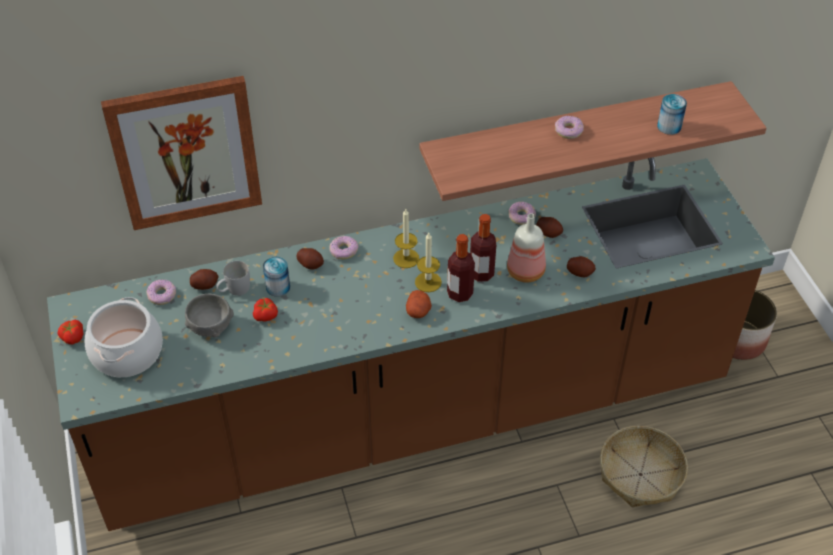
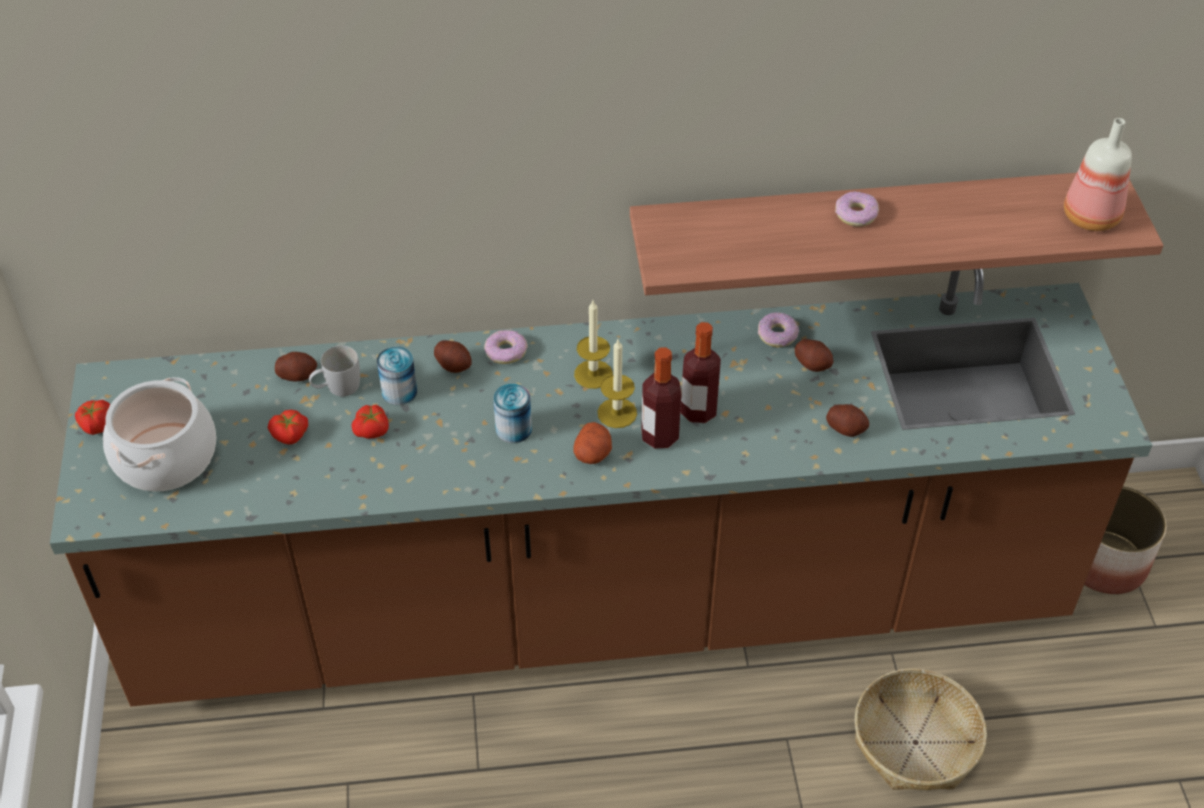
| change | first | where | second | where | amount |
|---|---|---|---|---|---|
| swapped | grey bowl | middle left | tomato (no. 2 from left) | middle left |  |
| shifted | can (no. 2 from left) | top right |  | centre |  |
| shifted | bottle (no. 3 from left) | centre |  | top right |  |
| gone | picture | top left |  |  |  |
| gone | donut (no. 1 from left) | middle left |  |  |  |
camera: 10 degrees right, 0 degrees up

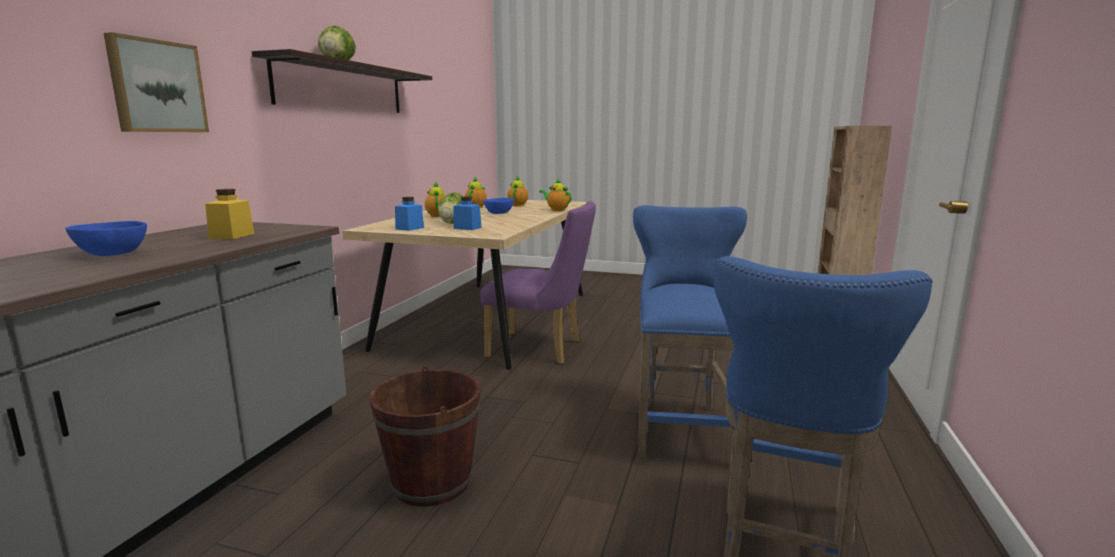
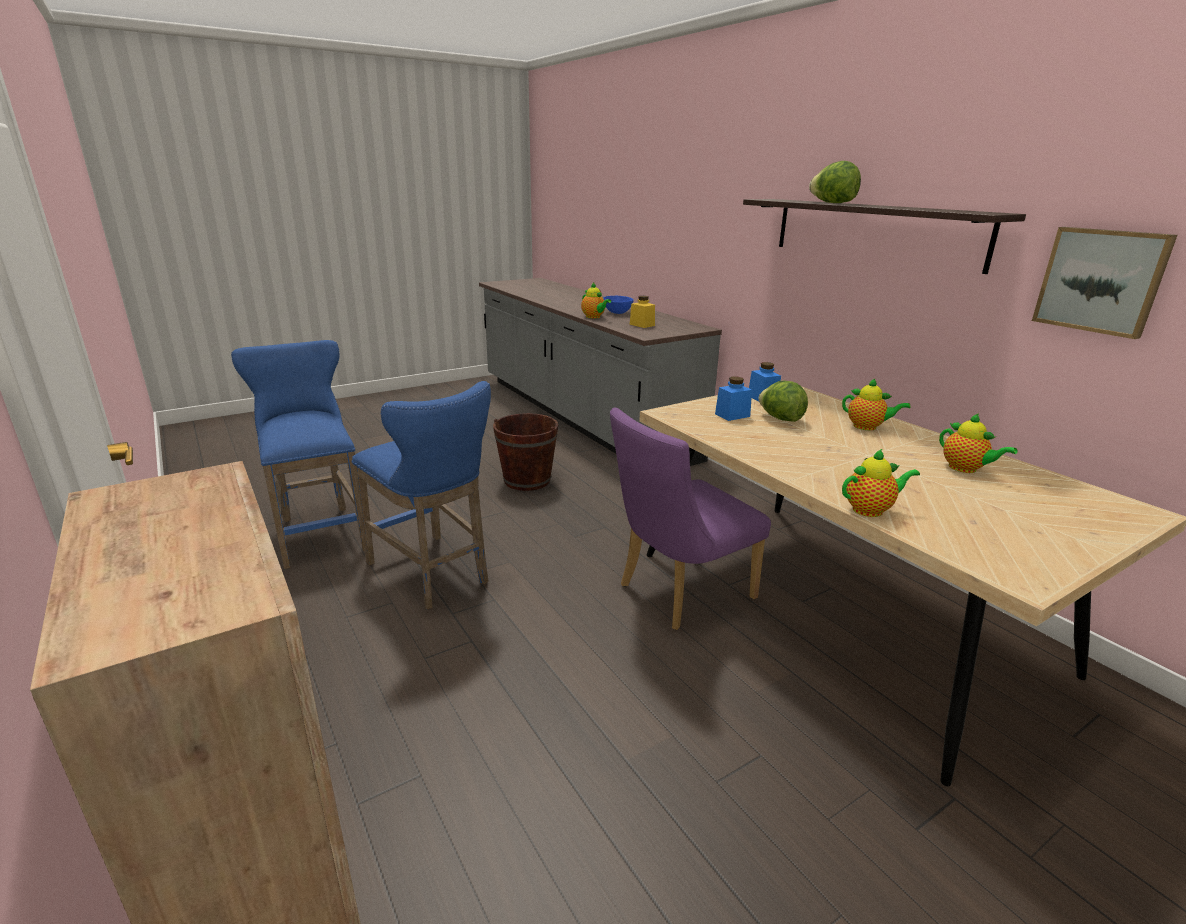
| change | first | where | second | where | amount |
|---|---|---|---|---|---|
| shifted | teapot (no. 3 from left in the first image) | centre | teapot (no. 1 from left) | top centre |  |
| shifted | picture | top left |  | top right |  |
| gone | blue bowl (no. 2 from left) | centre |  |  |  |
camera: 130 degrees right, 10 degrees up

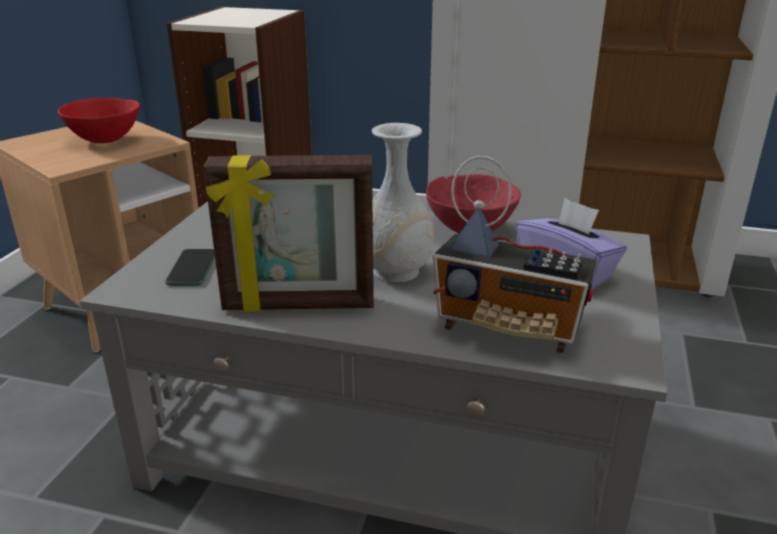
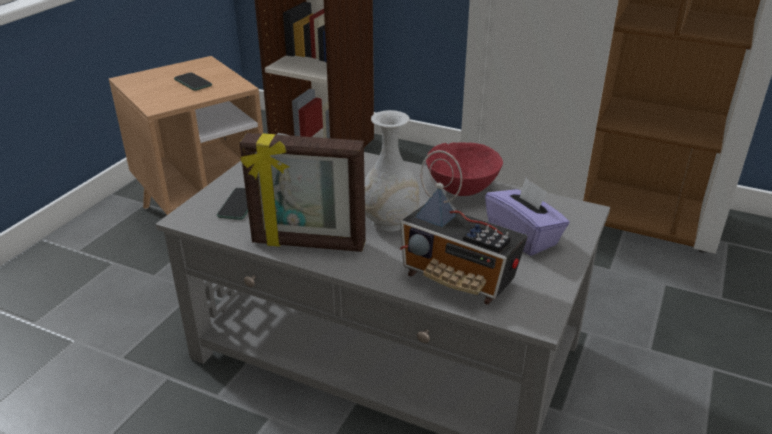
| change | first | where | second | where | amount |
|---|---|---|---|---|---|
| swapped | red bowl (no. 1 from left) | top left | phone (no. 1 from left) | top left |  |
camera: 10 degrees right, 5 degrees up

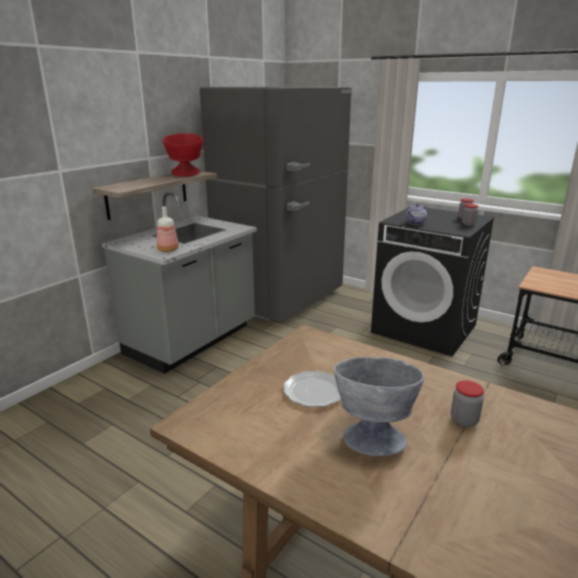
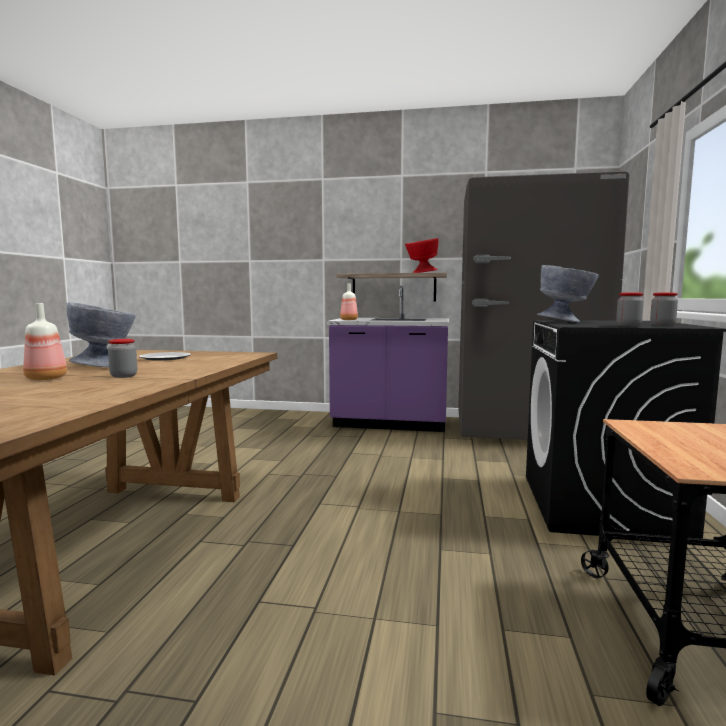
| change | first | where | second | where | amount |
|---|---|---|---|---|---|
| new |  |  | bottle (no. 1 from left) | middle left |  |
| repainted | grey counter | middle left | purple counter | centre |  |
| swapped | teapot | middle right | grey bowl (no. 2 from left) | middle right |  |
camera: 65 degrees right, 15 degrees down

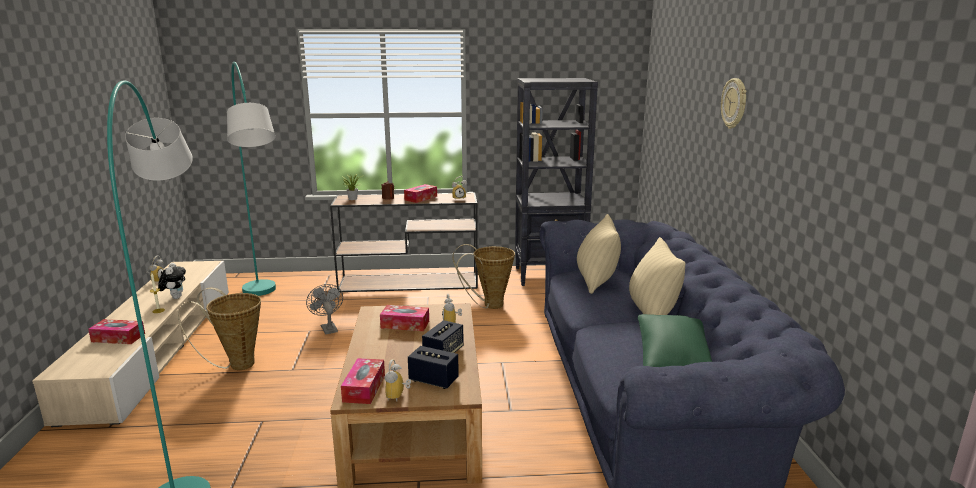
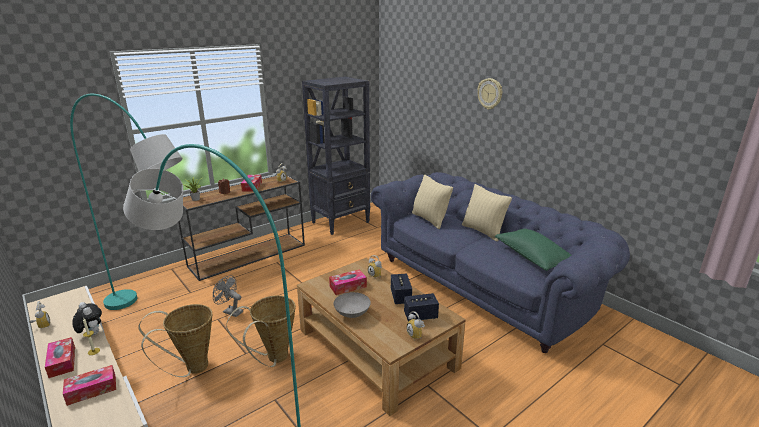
| change | first | where | second | where | amount |
|---|---|---|---|---|---|
| shifted | tissue box (no. 2 from left in the first image) | bottom centre | tissue box (no. 1 from left) | bottom left |  |
| shifted | basket (no. 2 from left) | centre |  | bottom centre |  |
| new |  |  | grey bowl | bottom centre |  |
camera: 35 degrees left, 5 degrees up

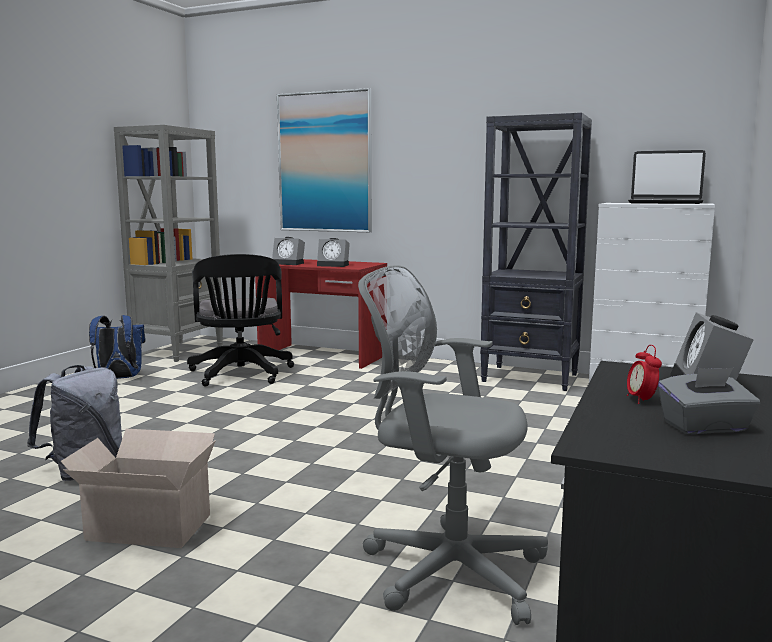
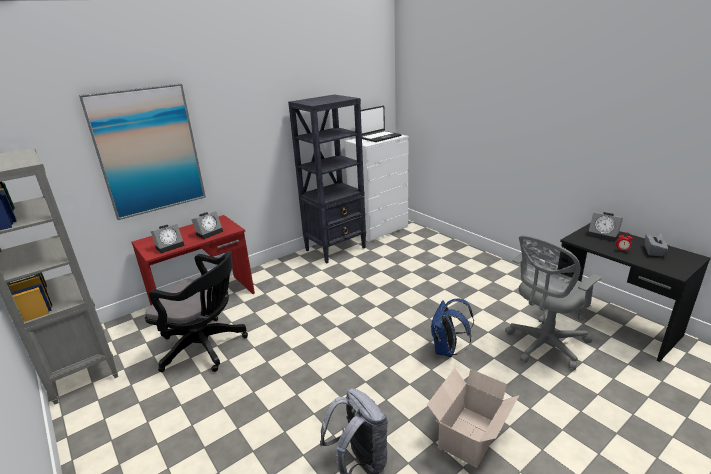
| change | first | where | second | where | amount |
|---|---|---|---|---|---|
| shifted | blue backpack | middle left |  | bottom centre |  |
camera: 60 degrees left, 15 degrees up

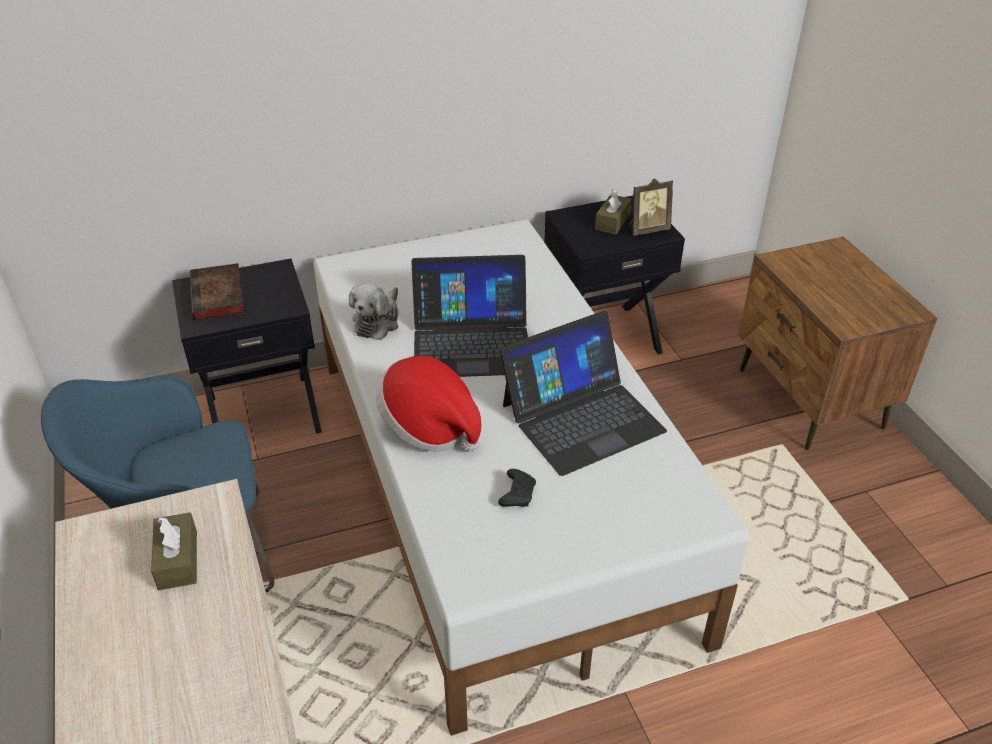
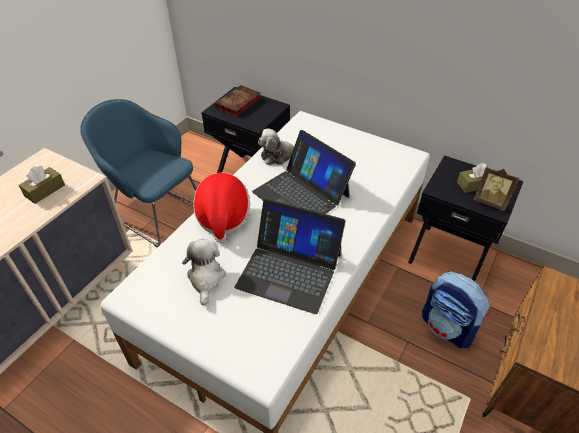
| change | first | where | second | where | amount |
|---|---|---|---|---|---|
| swapped | black game controller | centre | plush toy (no. 1 from left) | centre |  |
| new |  |  | backpack | bottom right |  |
camera: 50 degrees right, 5 degrees up

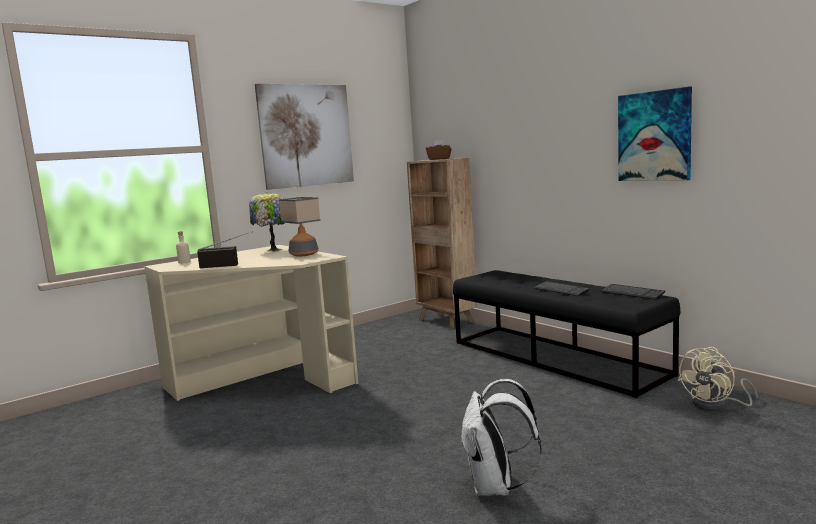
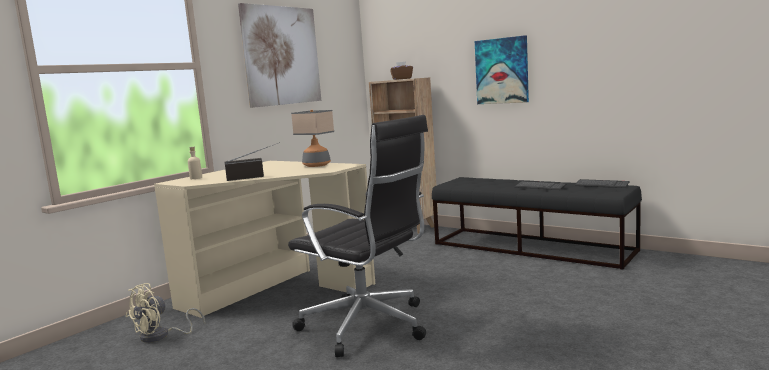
| change | first | where | second | where | amount |
|---|---|---|---|---|---|
| shifted | beige fan | bottom right |  | bottom left |  |
| new |  |  | black office chair | centre |  |
| shifted | picture (no. 2 from left) | top right |  | top centre |  |
| gone | table lamp (no. 1 from left) | middle left |  |  |  |
| gone | white backpack | bottom centre |  |  |  |
camera: 15 degrees left, 0 degrees up

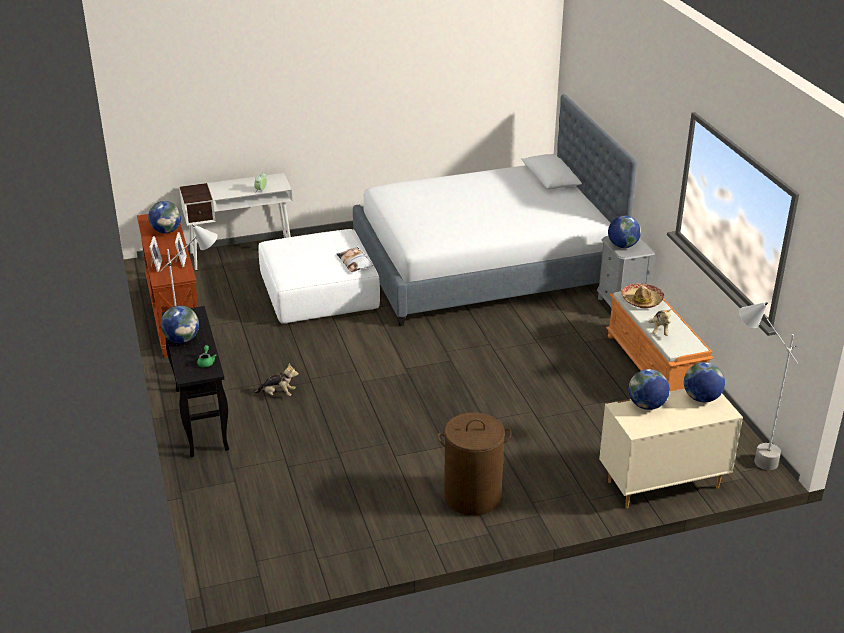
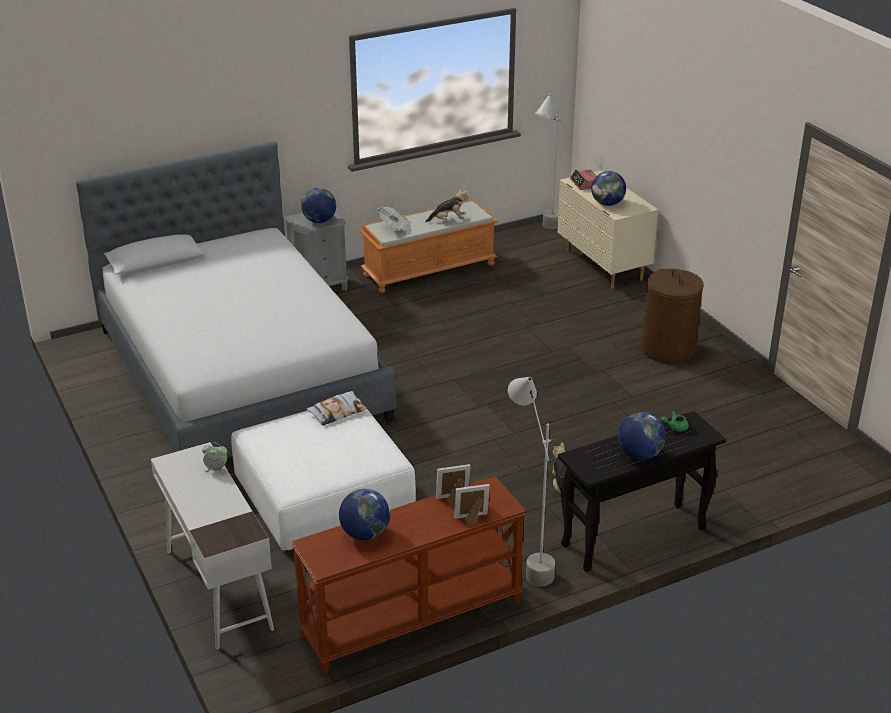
| change | first | where | second | where | amount |
|---|---|---|---|---|---|
| swapped | hat | middle right | newspaper | top centre |  |
| swapped | globe (no. 5 from left) | middle right | alarm clock (no. 2 from left) | top centre |  |
camera: 100 degrees left, 0 degrees up

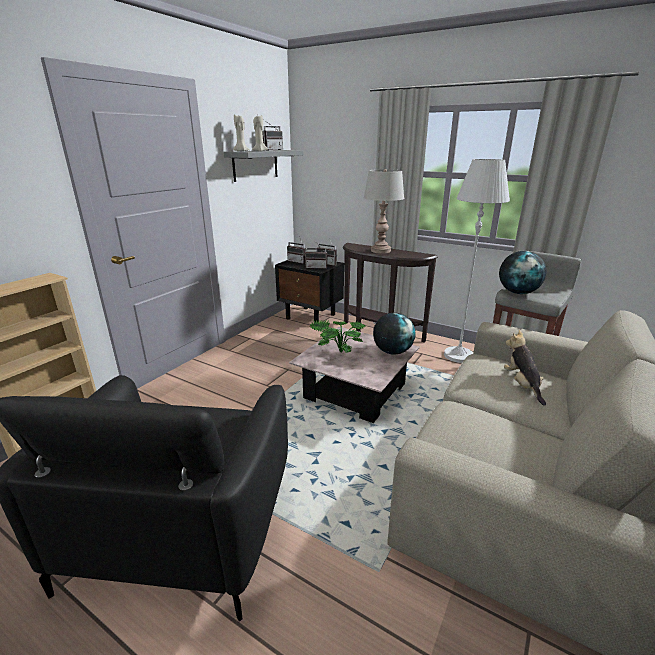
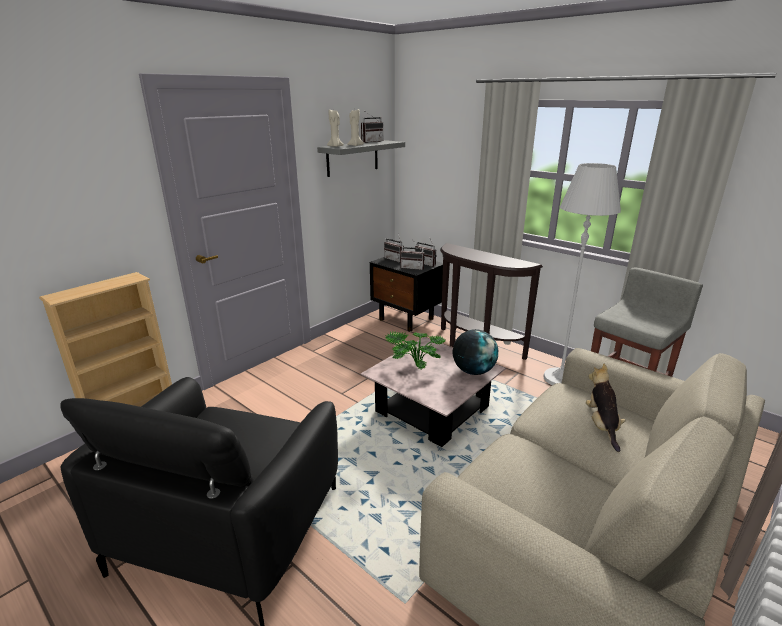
| change | first | where | second | where | amount |
|---|---|---|---|---|---|
| gone | grey table lamp | top centre |  |  |  |
| gone | globe (no. 2 from left) | middle right |  |  |  |
camera: 10 degrees right, 0 degrees up

